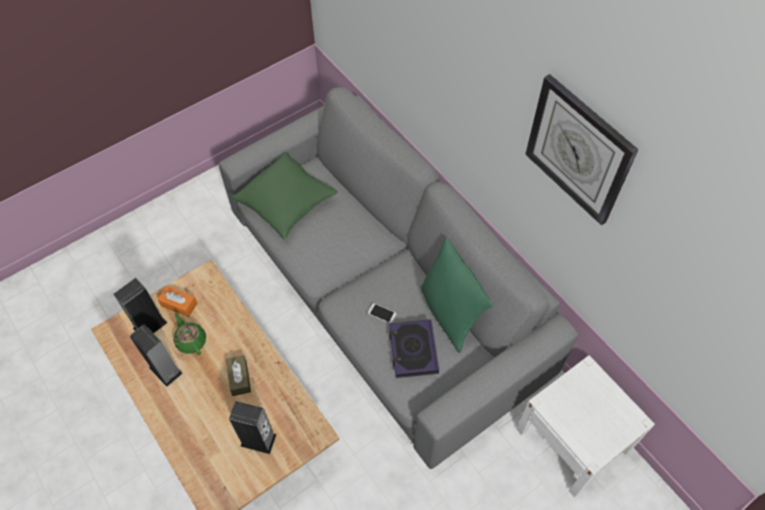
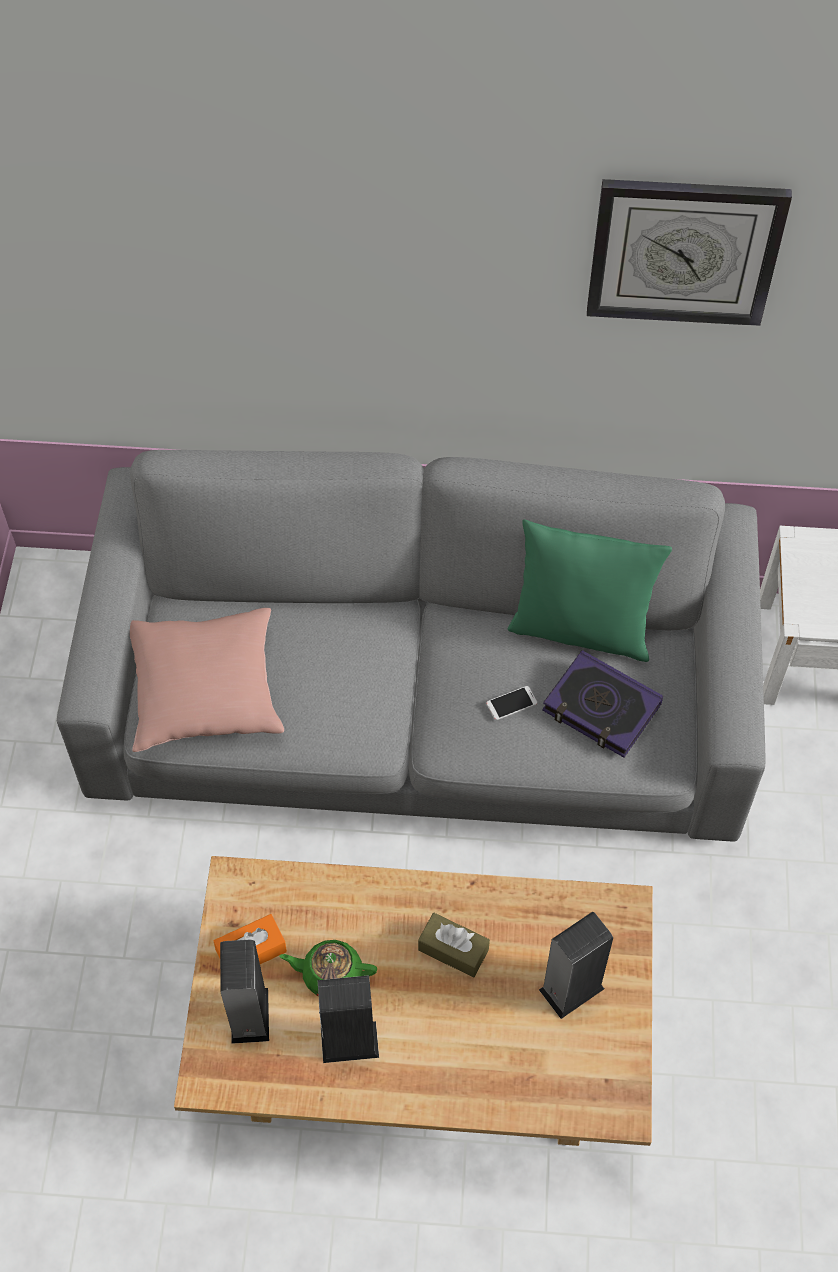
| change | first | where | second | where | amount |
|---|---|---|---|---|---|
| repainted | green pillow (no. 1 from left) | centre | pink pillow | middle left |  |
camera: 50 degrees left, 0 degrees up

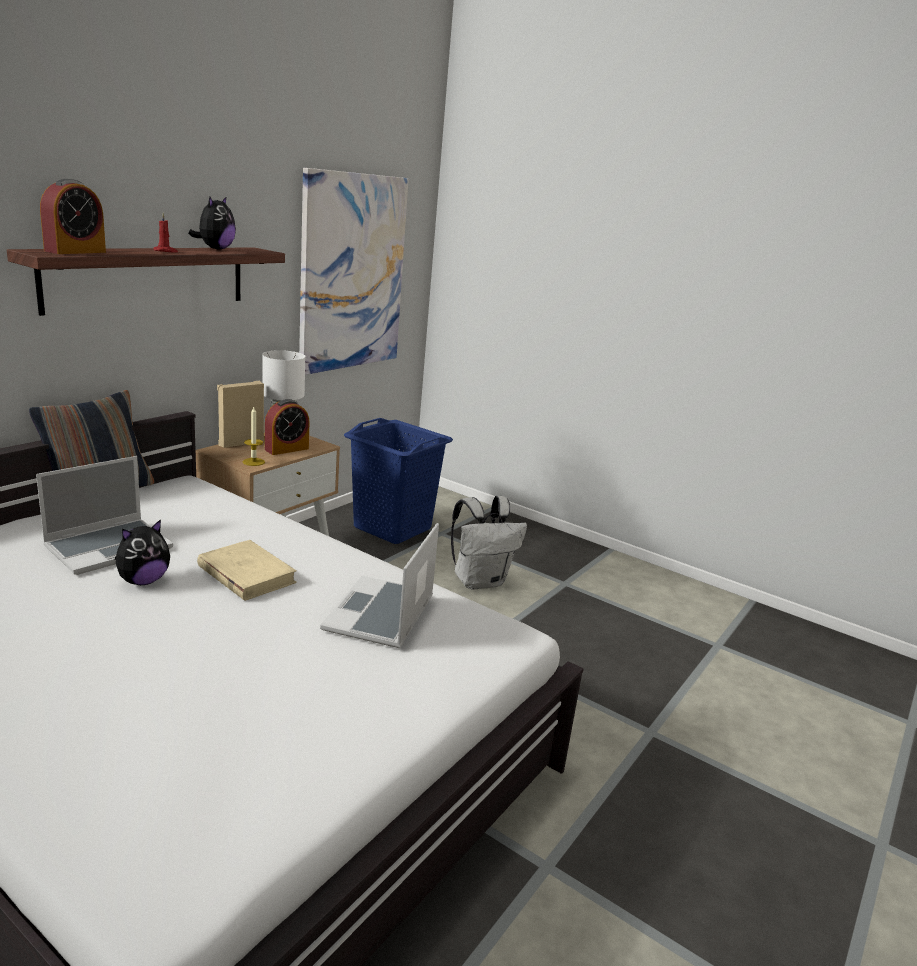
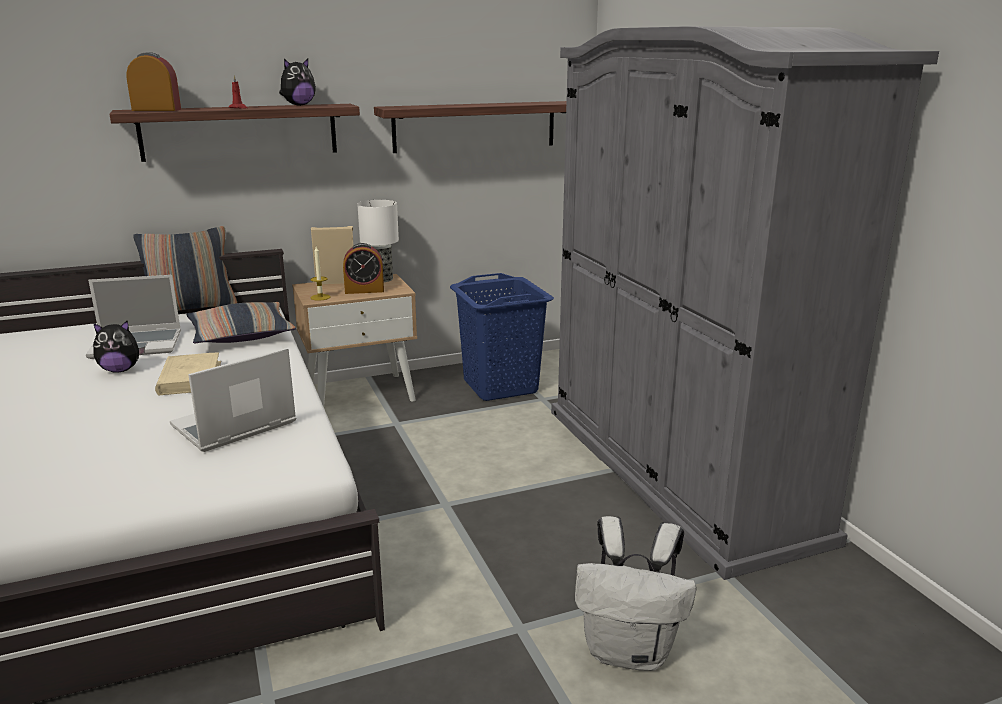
| change | first | where | second | where | amount |
|---|---|---|---|---|---|
| rotated | alarm clock (no. 1 from left) | top left |  | top left | 150 degrees counterclockwise |
| new |  |  | pillow (no. 2 from left) | middle left |  |
| swapped | picture | top centre | shelf (no. 2 from left) | top centre |  |
| new |  |  | grey wardrobe | middle right |  |
| shifted | white backpack | centre |  | bottom centre |  |
camera: 35 degrees right, 0 degrees up

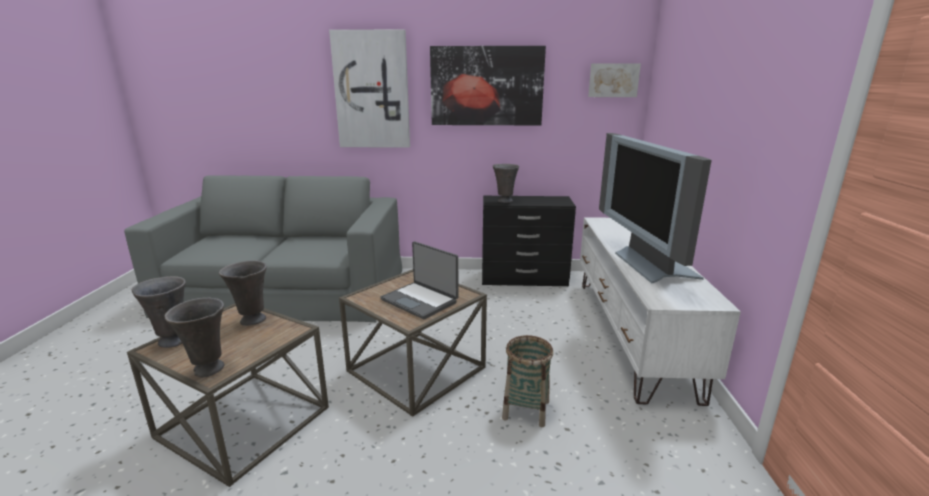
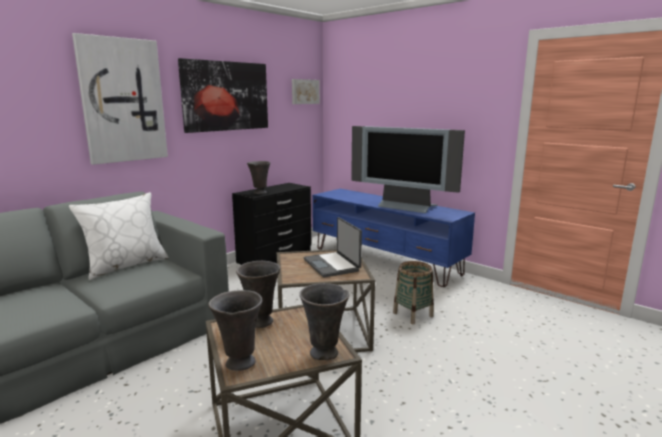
| change | first | where | second | where | amount |
|---|---|---|---|---|---|
| new |  |  | white pillow | middle left |  |
| rotated | laptop | centre |  | centre | 75 degrees clockwise |
| repainted | white tv stand | middle right | blue tv stand | centre |  |
camera: 50 degrees left, 5 degrees down

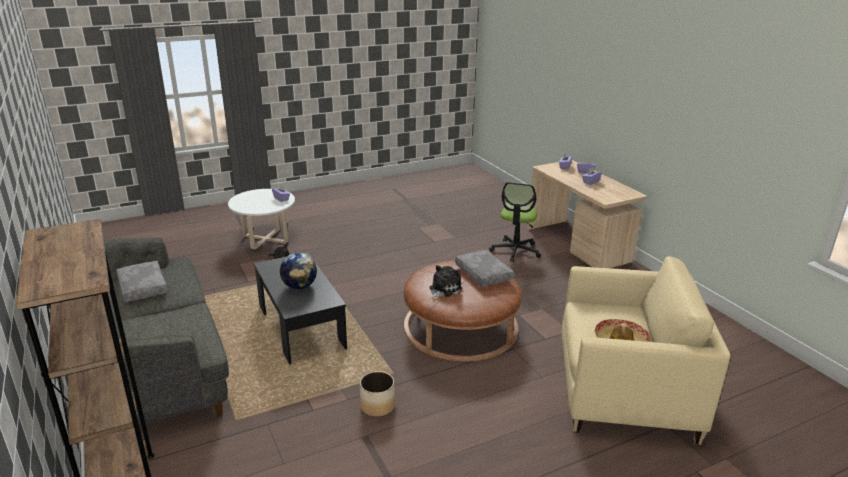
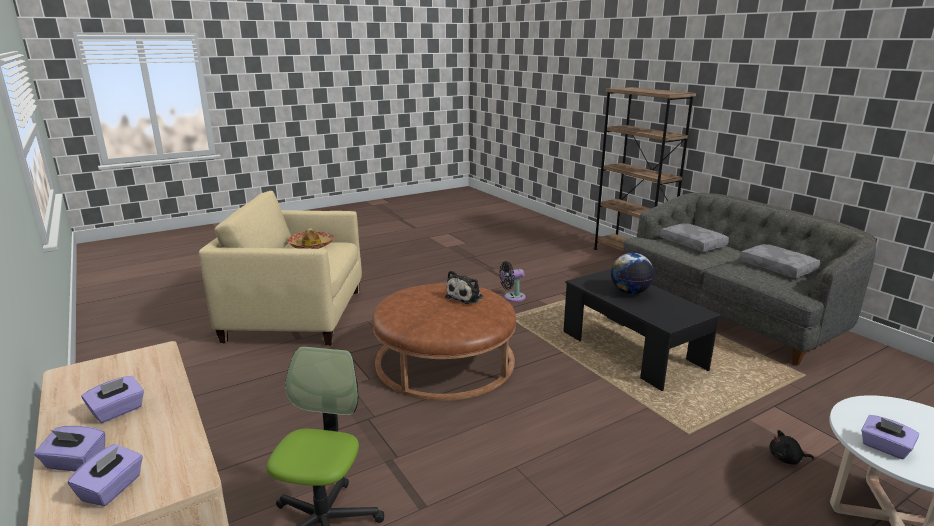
| change | first | where | second | where | amount |
|---|---|---|---|---|---|
| swapped | planter | bottom centre | black fan | centre |  |
| shifted | grey pillow (no. 2 from left in the first image) | centre | grey pillow (no. 1 from left) | middle right |  |
camera: 175 degrees right, 5 degrees down

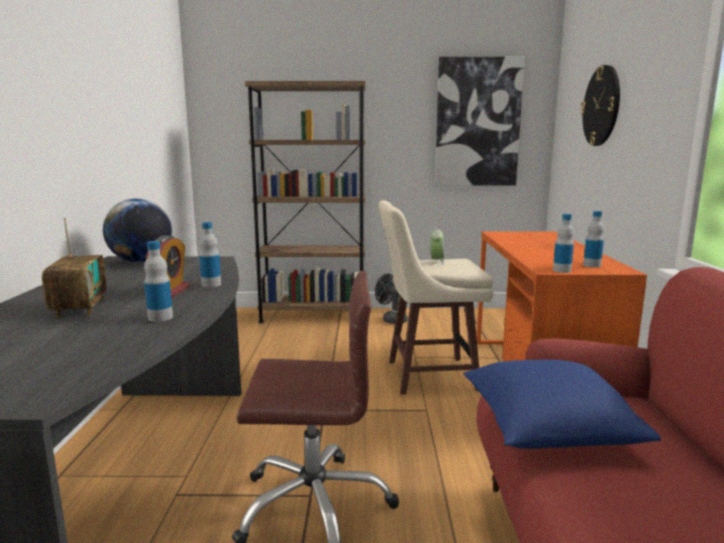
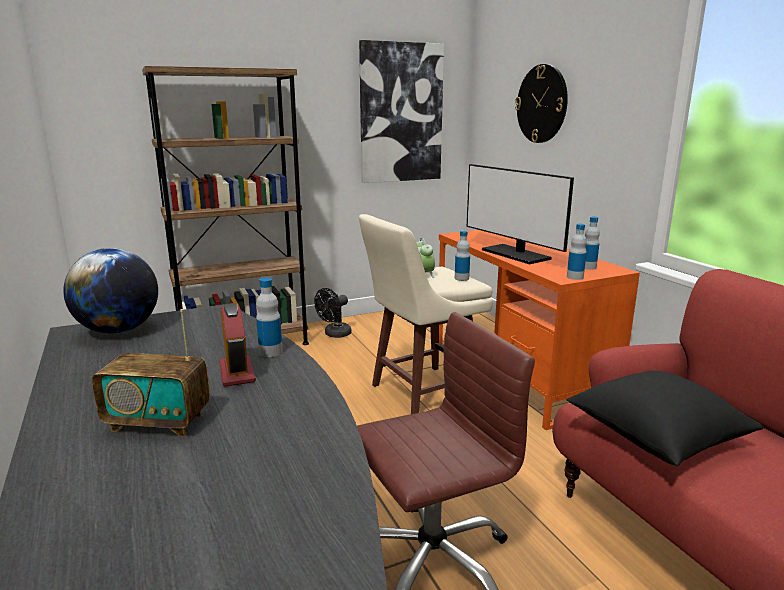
| change | first | where | second | where | amount |
|---|---|---|---|---|---|
| rotated | radio | middle left |  | middle left | 135 degrees clockwise |
| rotated | black fan | centre |  | centre | 60 degrees counterclockwise |
| shifted | bottle (no. 1 from left in the first image) | middle left | bottle (no. 2 from left) | centre |  |
| new |  |  | monitor | centre |  |
| repainted | blue pillow | bottom right | black pillow | bottom right |  |
camera: 25 degrees left, 5 degrees up

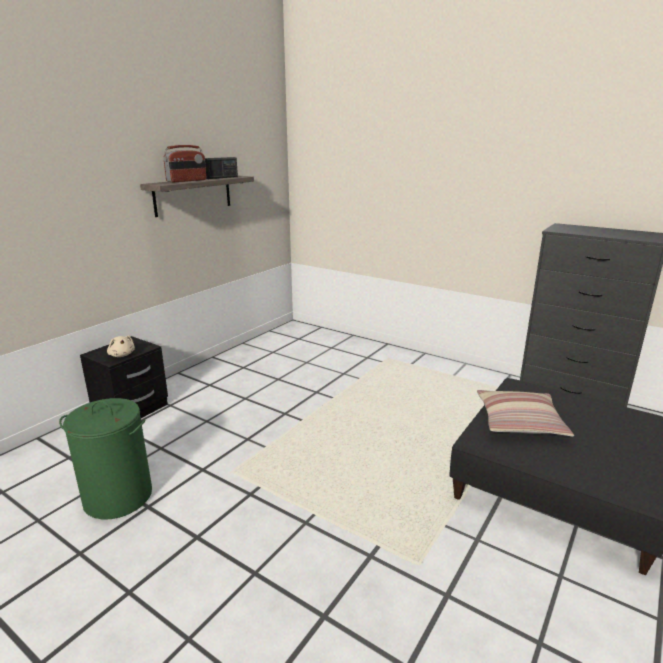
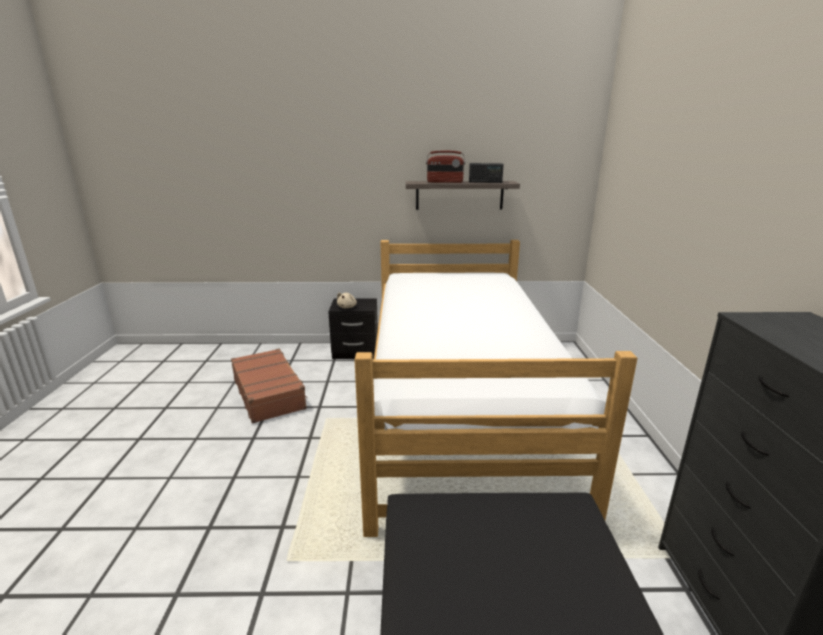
| change | first | where | second | where | amount |
|---|---|---|---|---|---|
| swapped | green laundry basket | bottom left | brown suitcase | middle left |  |
| new |  |  | bed | centre |  |
| gone | pillow | middle right |  |  |  |
camera: 55 degrees right, 0 degrees up

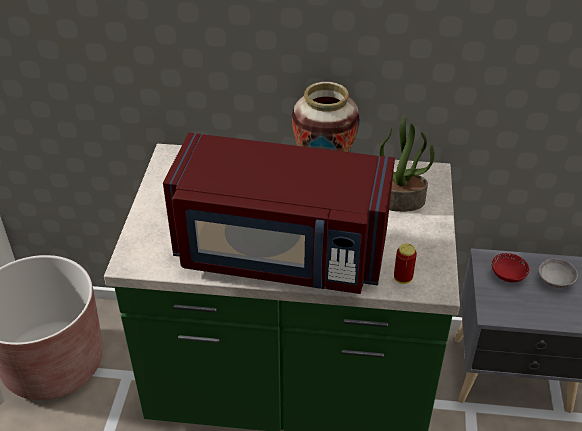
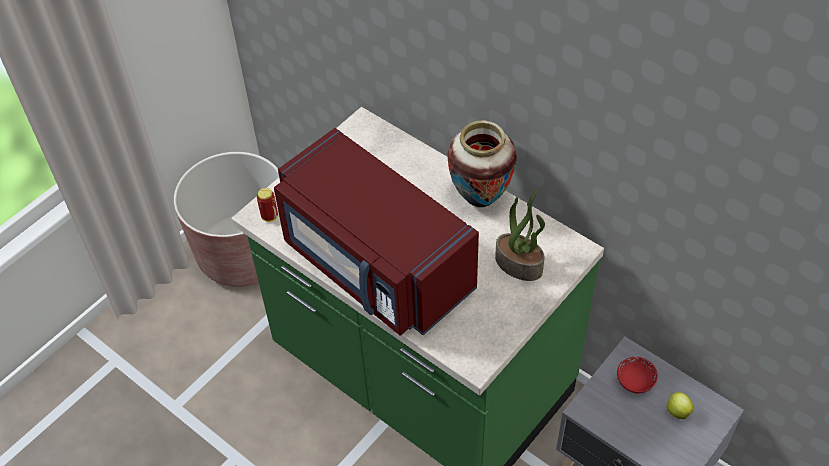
| change | first | where | second | where | amount |
|---|---|---|---|---|---|
| shifted | can | middle right |  | middle left |  |
| swapped | grey bowl | middle right | apple | bottom right |  |
camera: 35 degrees right, 10 degrees up

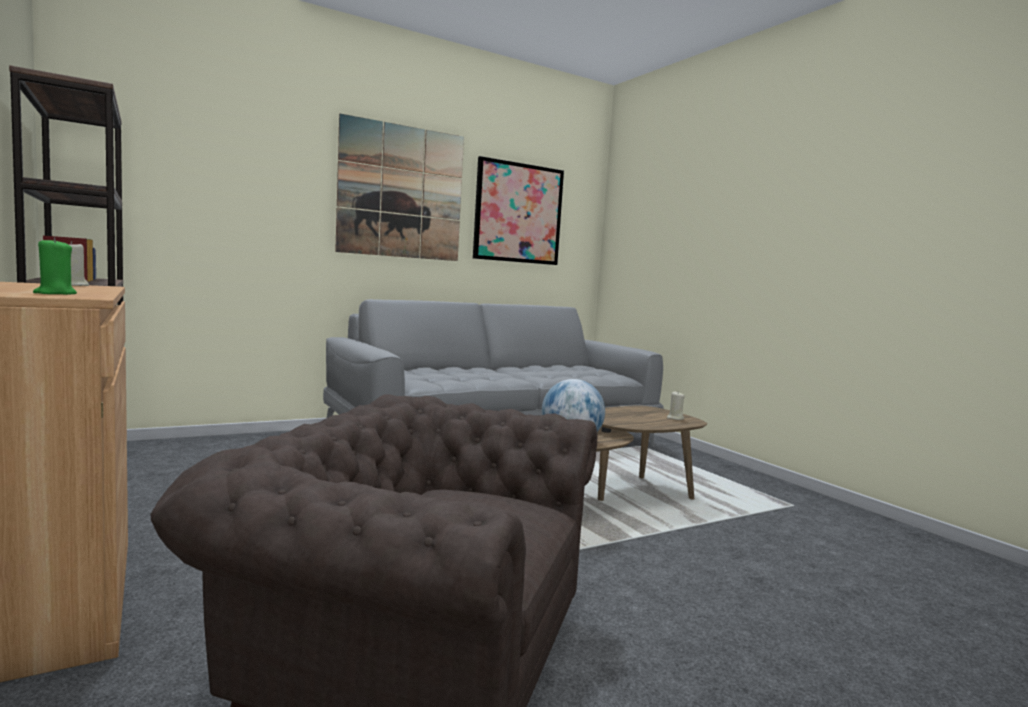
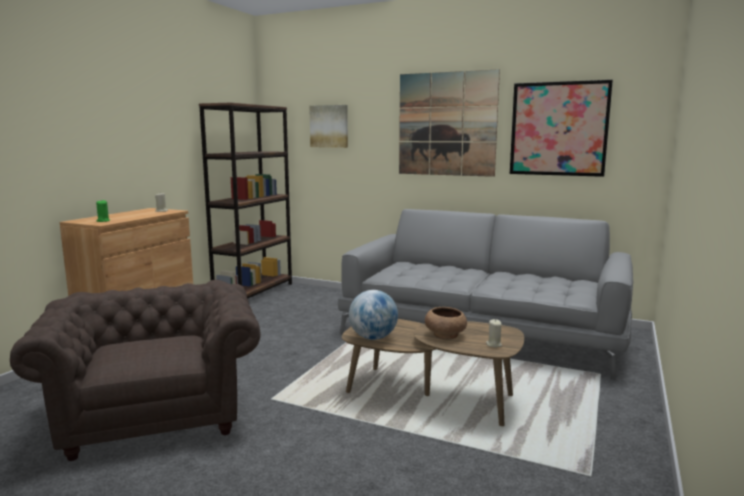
| change | first | where | second | where | amount |
|---|---|---|---|---|---|
| new |  |  | picture (no. 1 from left) | top centre |  |
| new |  |  | brown bowl | centre |  |
camera: 55 degrees right, 5 degrees up

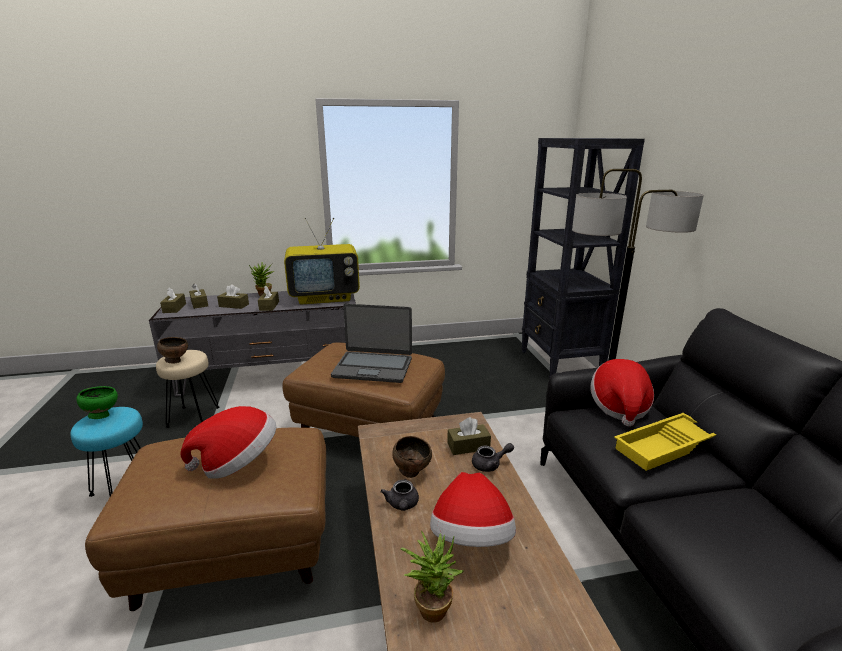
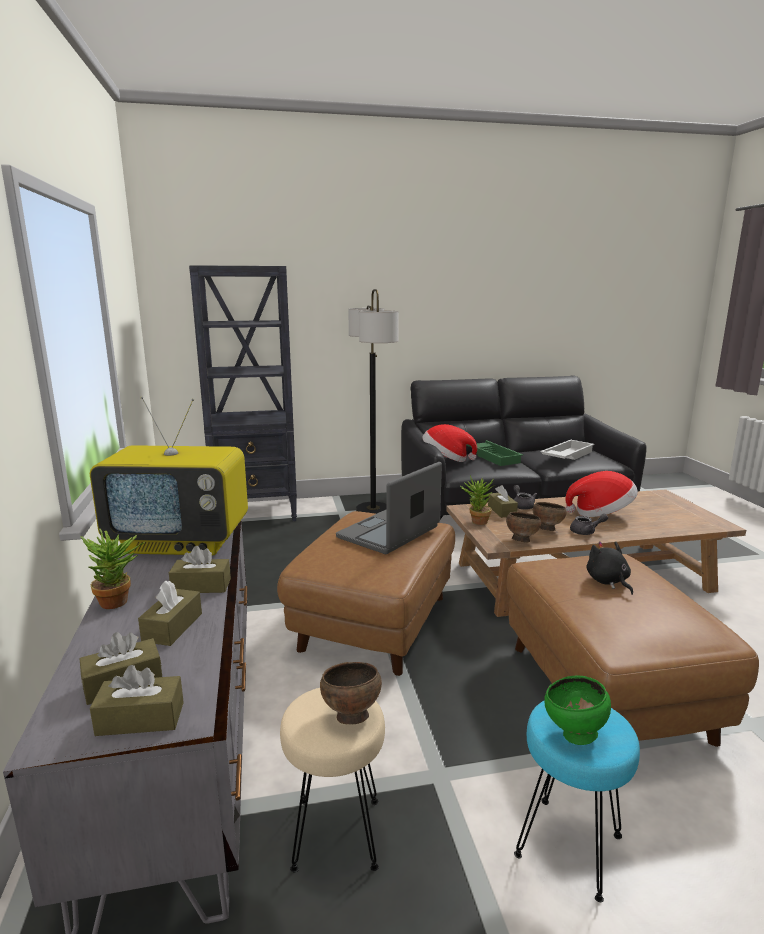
| change | first | where | second | where | amount |
|---|---|---|---|---|---|
| rotated | television | centre |  | middle left | 105 degrees clockwise |
| rotated | laptop | centre |  | centre | 150 degrees counterclockwise |
| shifted | potted plant (no. 2 from left) | bottom centre |  | centre |  |
| repainted | yellow tray | bottom right | green tray | centre |  |
| new |  |  | brown bowl (no. 2 from left) | middle right |  |
| new |  |  | white tray | middle right |  |
| swapped | hat (no. 1 from left) | bottom left | black plush toy | middle right |  |
camera: 90 degrees left, 5 degrees down

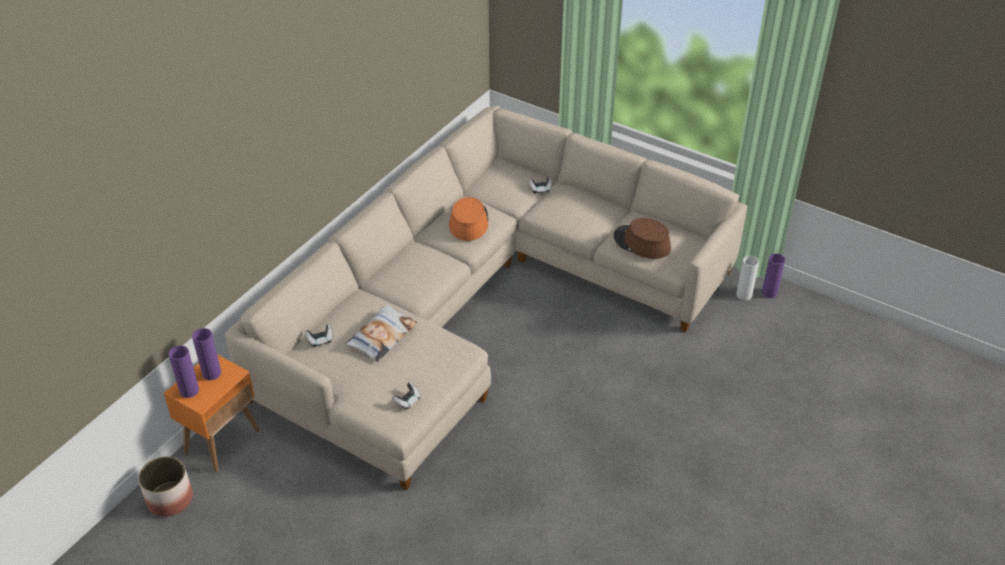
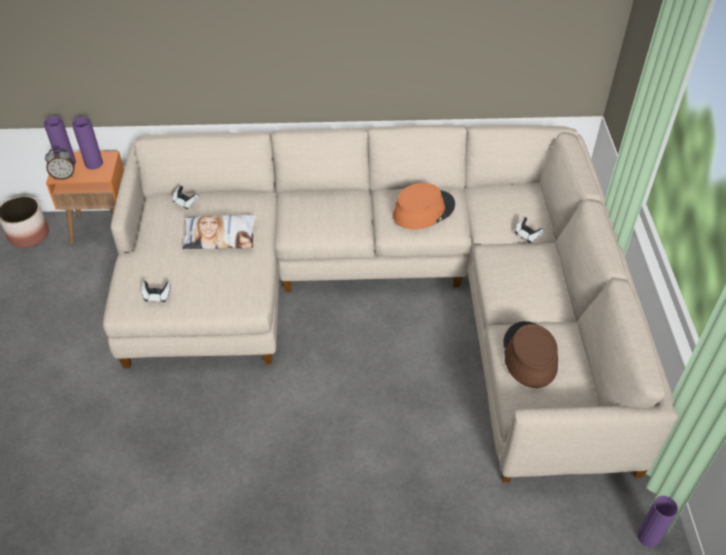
| change | first | where | second | where | amount |
|---|---|---|---|---|---|
| new |  |  | alarm clock | top left |  |
| gone | white vase | middle right |  |  |  |
camera: 55 degrees right, 5 degrees up

